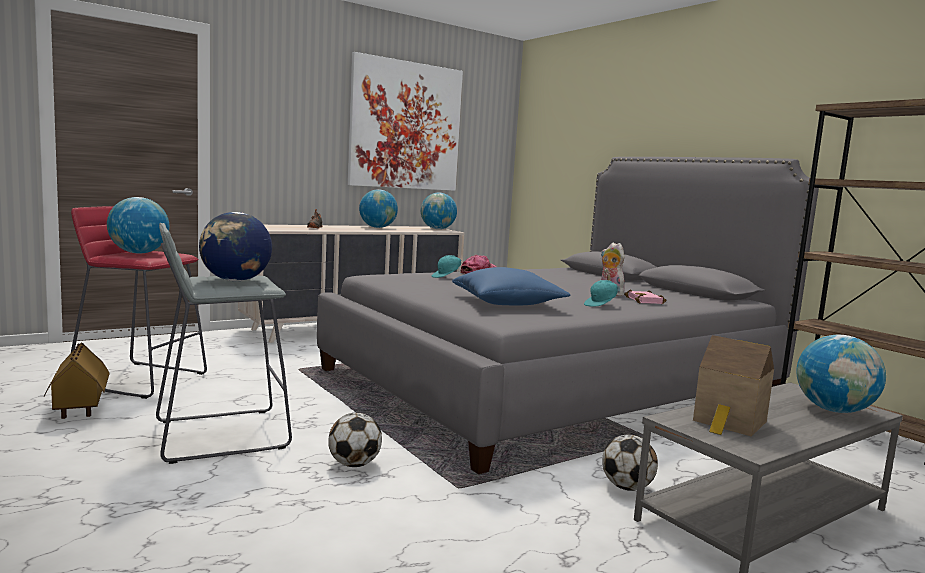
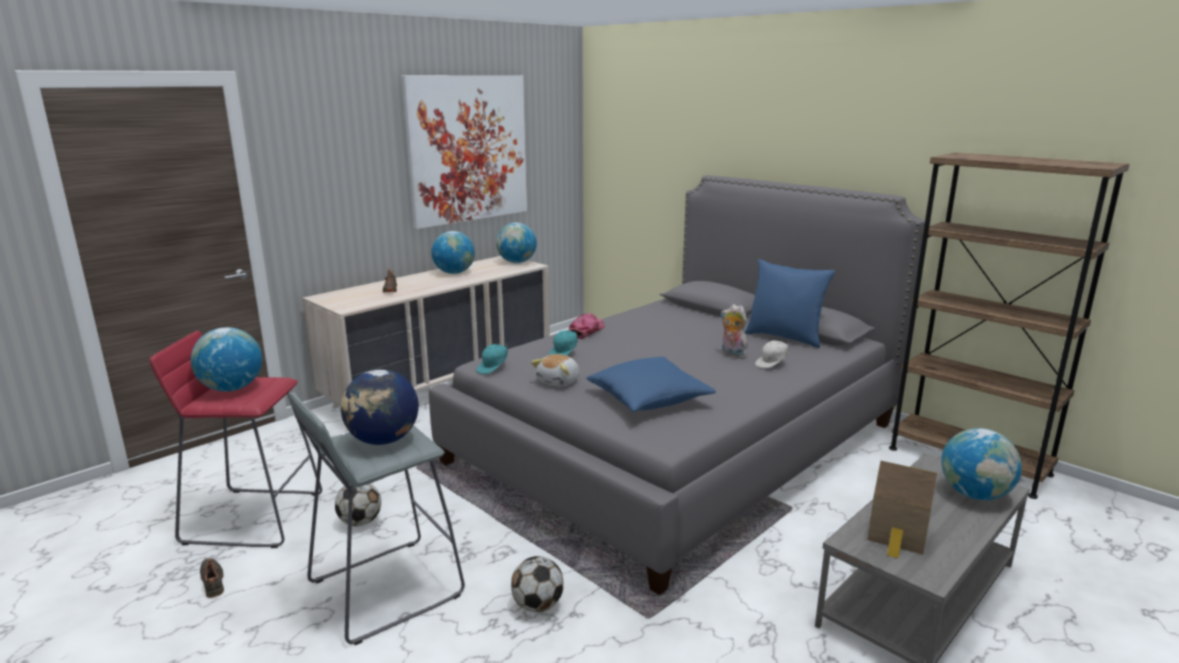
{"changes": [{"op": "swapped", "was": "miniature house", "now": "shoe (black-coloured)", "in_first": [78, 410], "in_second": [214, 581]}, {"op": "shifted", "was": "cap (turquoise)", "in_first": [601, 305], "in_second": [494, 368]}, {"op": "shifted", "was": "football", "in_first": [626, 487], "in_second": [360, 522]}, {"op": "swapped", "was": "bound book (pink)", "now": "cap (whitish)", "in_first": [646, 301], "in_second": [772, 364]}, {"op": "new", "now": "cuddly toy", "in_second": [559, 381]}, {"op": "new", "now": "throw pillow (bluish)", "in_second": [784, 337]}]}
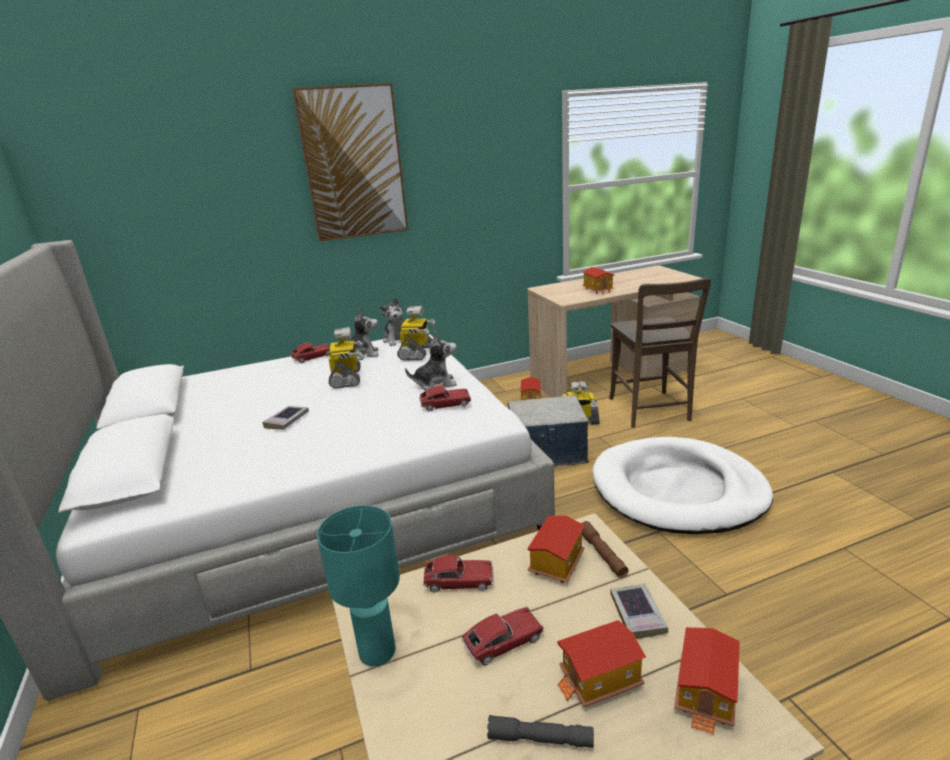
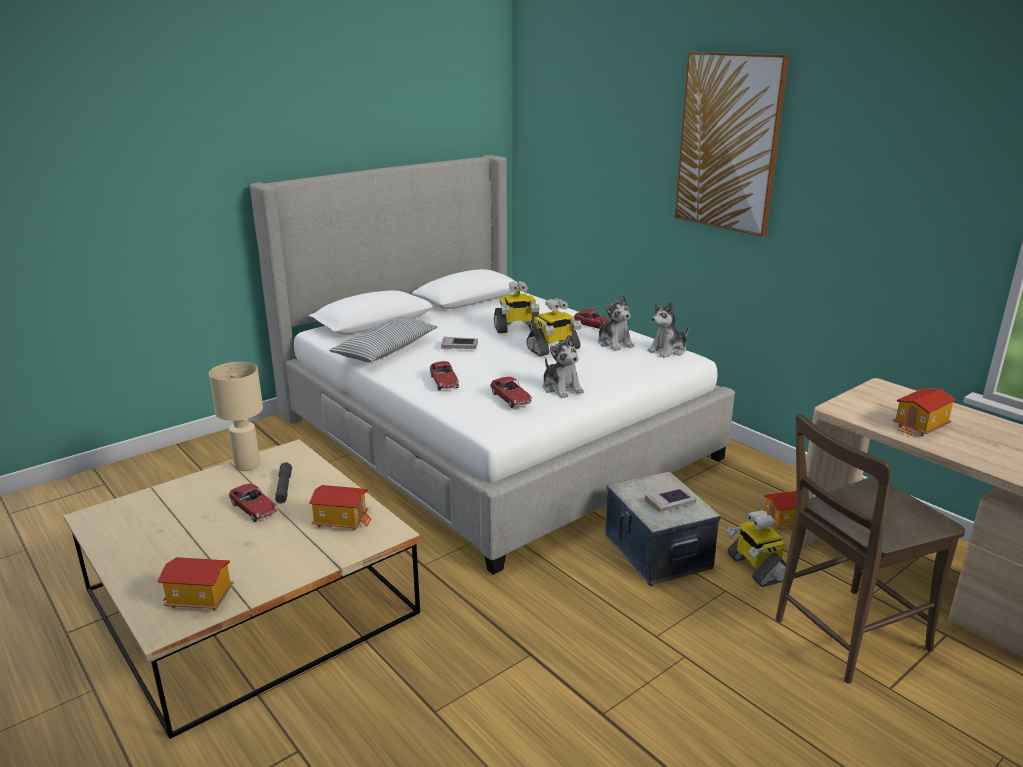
{"changes": [{"op": "repainted", "was": "lamp for a table (turquoise)", "now": "lamp for a table (sand-coloured)", "in_first": [376, 651], "in_second": [248, 465]}, {"op": "shifted", "was": "model robot", "in_first": [417, 352], "in_second": [517, 329]}, {"op": "shifted", "was": "model car", "in_first": [459, 581], "in_second": [444, 382]}, {"op": "shifted", "was": "torch (gray)", "in_first": [540, 739], "in_second": [284, 488]}, {"op": "gone", "was": "miniature house", "in_first": [600, 681]}, {"op": "gone", "was": "torch (brownish)", "in_first": [602, 554]}, {"op": "gone", "was": "pet bed (whitish)", "in_first": [678, 490]}, {"op": "shifted", "was": "bound book", "in_first": [637, 614], "in_second": [670, 503]}, {"op": "new", "now": "throw pillow", "in_second": [386, 350]}]}
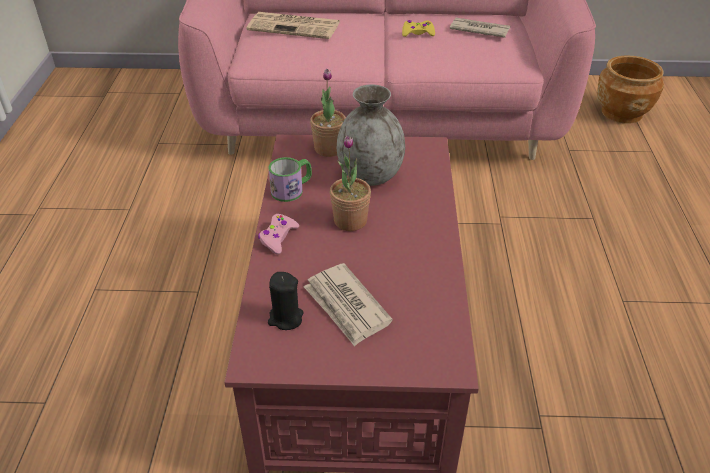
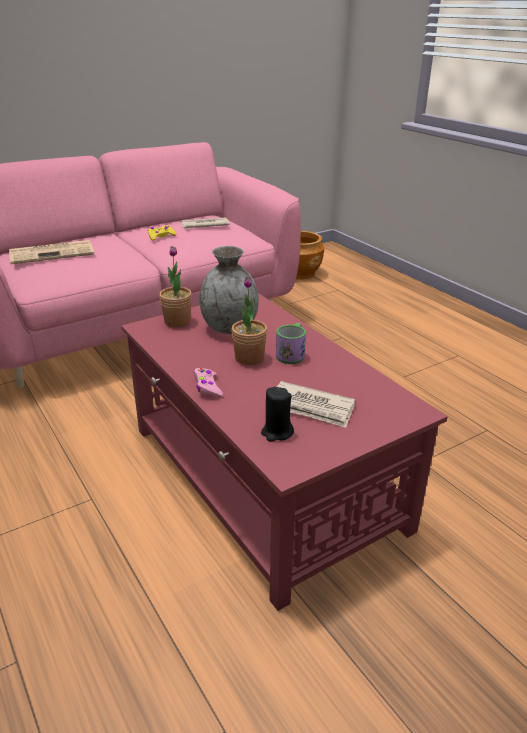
{"changes": [{"op": "shifted", "was": "coffee mug", "in_first": [292, 189], "in_second": [292, 353]}]}
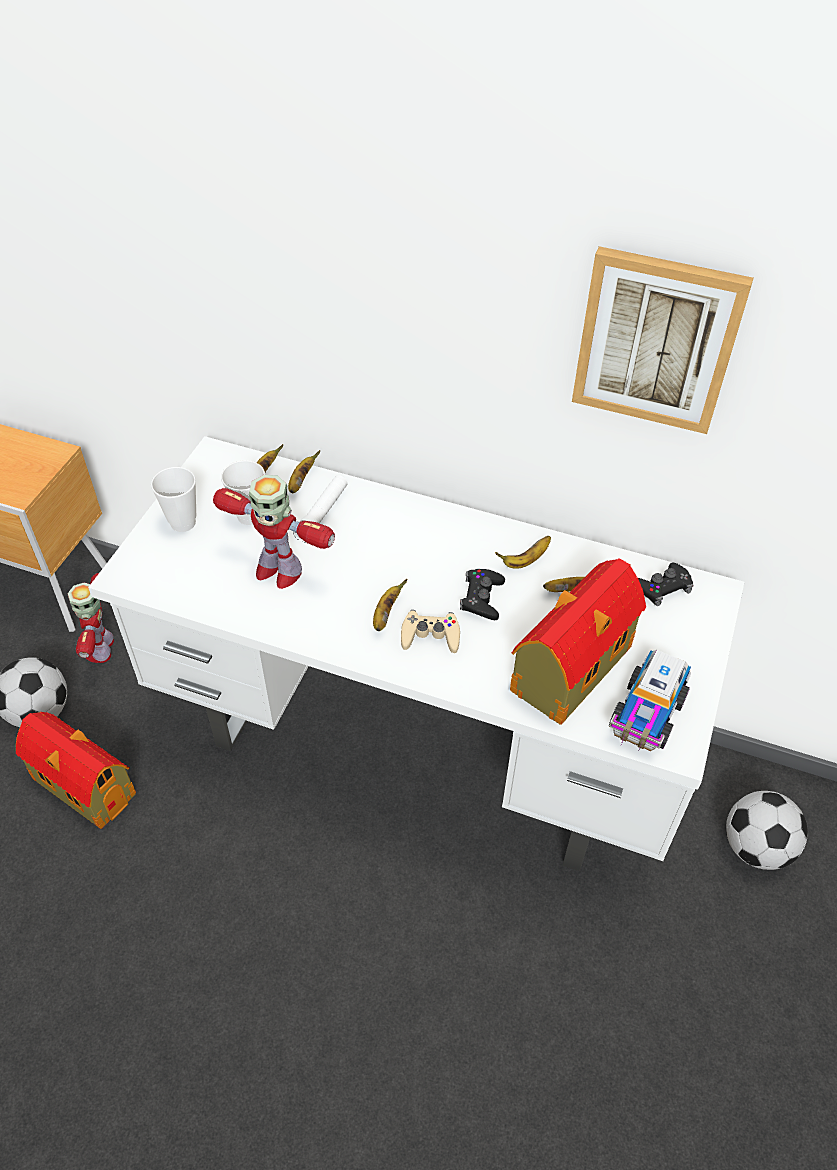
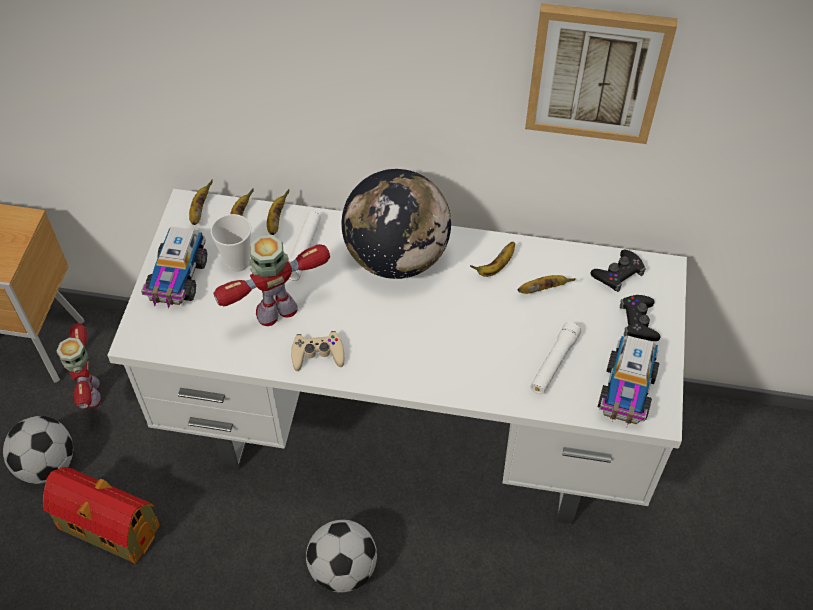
{"changes": [{"op": "swapped", "was": "small cup", "now": "toy truck", "in_first": [183, 523], "in_second": [177, 279]}, {"op": "rotated", "was": "model robot", "in_first": [278, 570], "in_second": [277, 311], "clockwise": 135}, {"op": "shifted", "was": "banana", "in_first": [385, 614], "in_second": [199, 211]}, {"op": "shifted", "was": "game controller (sand-coloured)", "in_first": [430, 636], "in_second": [318, 354]}, {"op": "shifted", "was": "game controller (black-coloured)", "in_first": [482, 598], "in_second": [638, 321]}, {"op": "swapped", "was": "miniature house", "now": "torch (whitish)", "in_first": [569, 671], "in_second": [554, 363]}, {"op": "shifted", "was": "football", "in_first": [755, 847], "in_second": [342, 570]}, {"op": "new", "now": "desk globe", "in_second": [397, 257]}]}
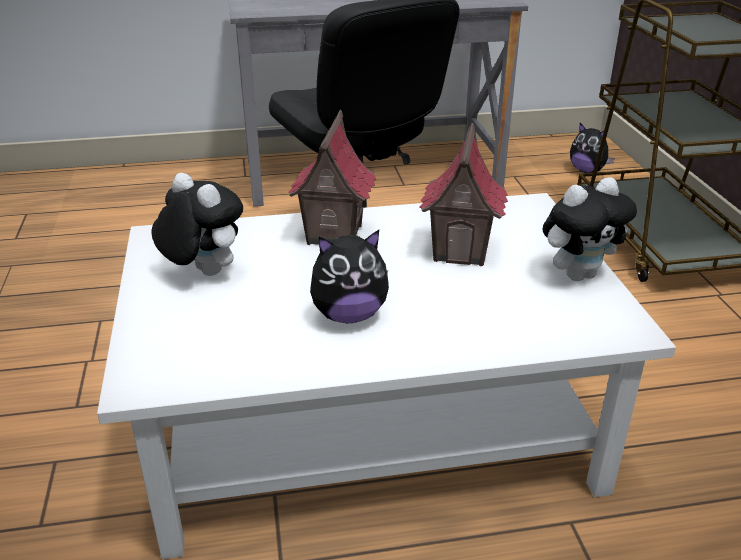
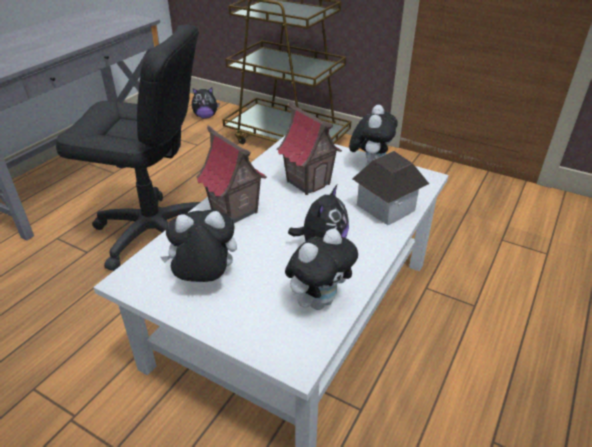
{"changes": [{"op": "new", "now": "cuddly toy", "in_second": [319, 300]}, {"op": "new", "now": "miniature house", "in_second": [386, 207]}]}
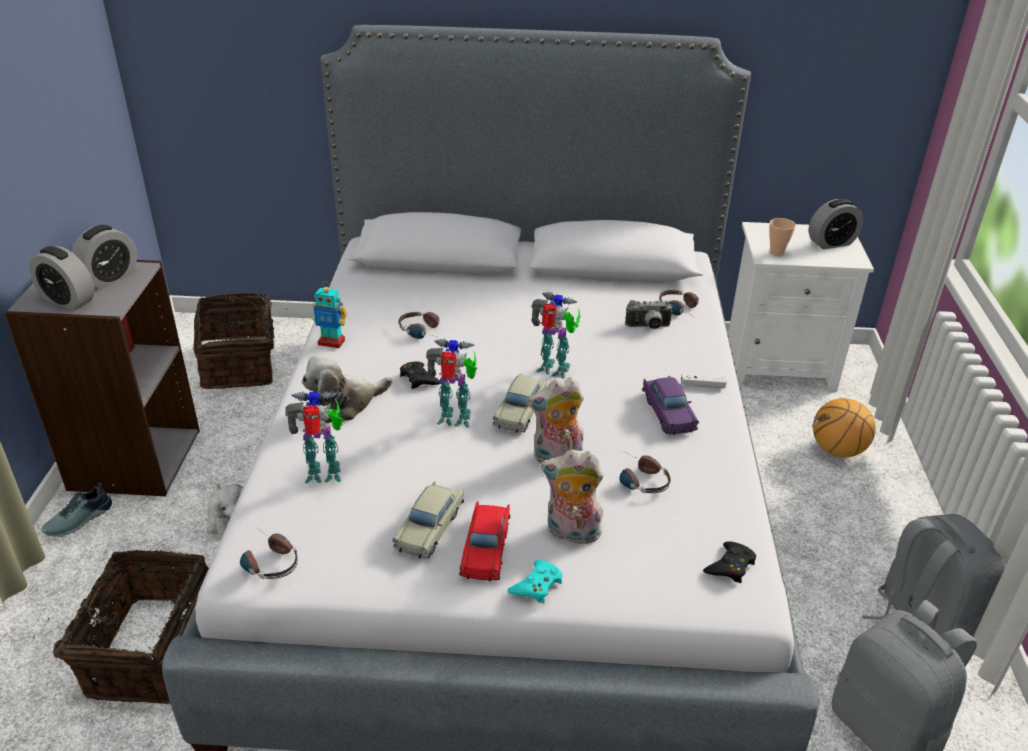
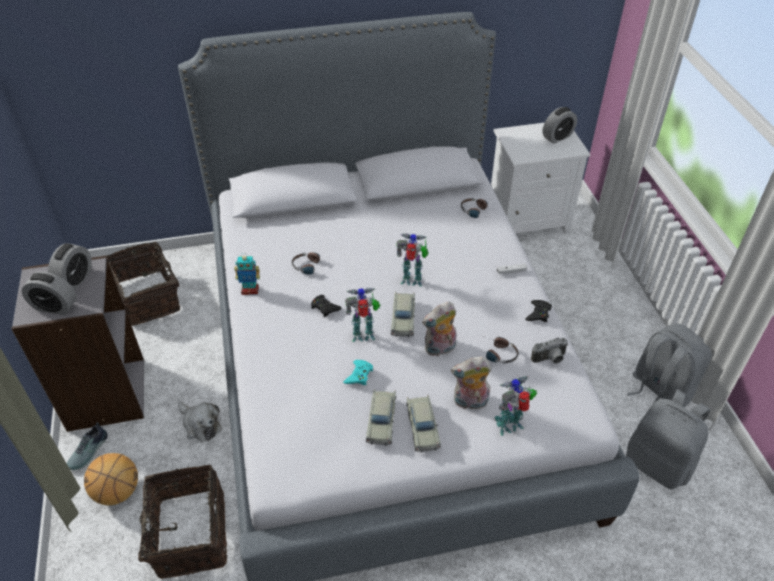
{"changes": [{"op": "gone", "was": "headphones", "in_first": [267, 561]}, {"op": "shifted", "was": "model robot", "in_first": [325, 475], "in_second": [510, 426]}, {"op": "gone", "was": "cuddly toy", "in_first": [344, 404]}, {"op": "repainted", "was": "model car (red-coloured)", "now": "model car (sand-coloured)", "in_first": [486, 549], "in_second": [422, 427]}, {"op": "shifted", "was": "game controller (turquoise)", "in_first": [537, 585], "in_second": [359, 375]}, {"op": "shifted", "was": "still camera", "in_first": [648, 327], "in_second": [550, 359]}, {"op": "gone", "was": "model car (purple)", "in_first": [668, 412]}, {"op": "shifted", "was": "game controller (black-coloured)", "in_first": [730, 566], "in_second": [538, 313]}, {"op": "gone", "was": "small cup", "in_first": [776, 252]}, {"op": "shifted", "was": "basketball", "in_first": [837, 450], "in_second": [117, 492]}]}
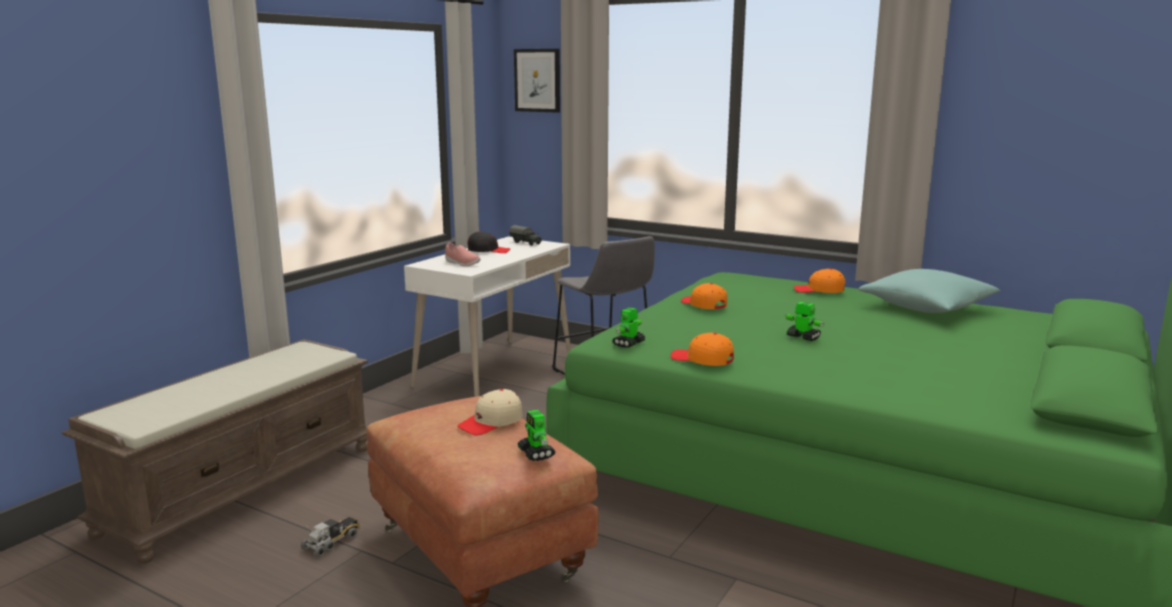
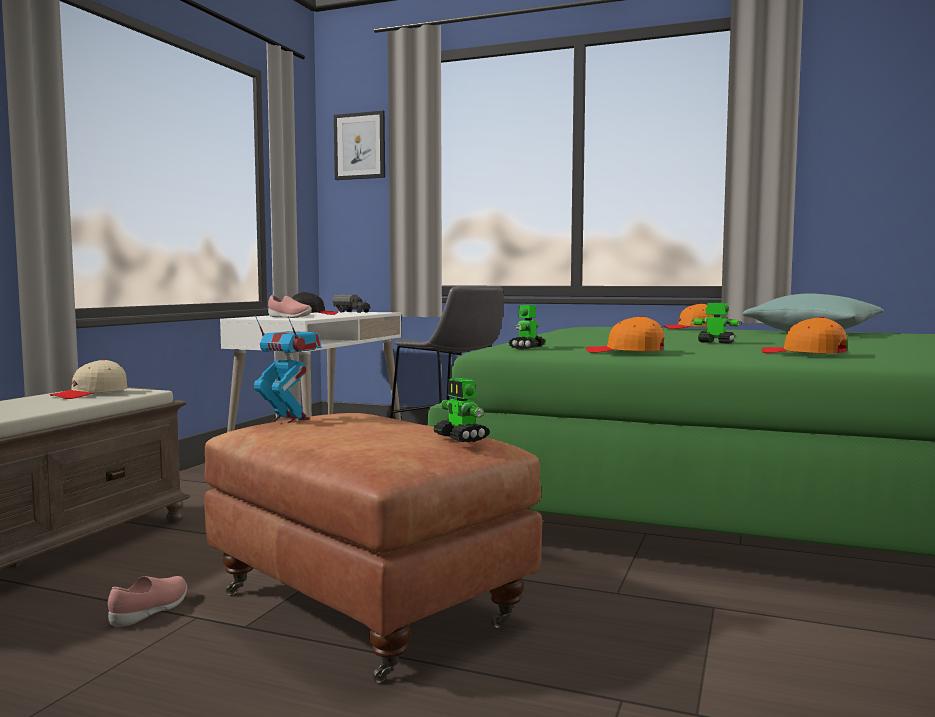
{"changes": [{"op": "swapped", "was": "toy truck", "now": "shoe (pink)", "in_first": [332, 542], "in_second": [151, 611]}, {"op": "shifted", "was": "cap (sand-coloured)", "in_first": [491, 422], "in_second": [90, 394]}, {"op": "shifted", "was": "cap (orangey)", "in_first": [703, 305], "in_second": [803, 354]}, {"op": "new", "now": "model robot", "in_second": [289, 419]}]}
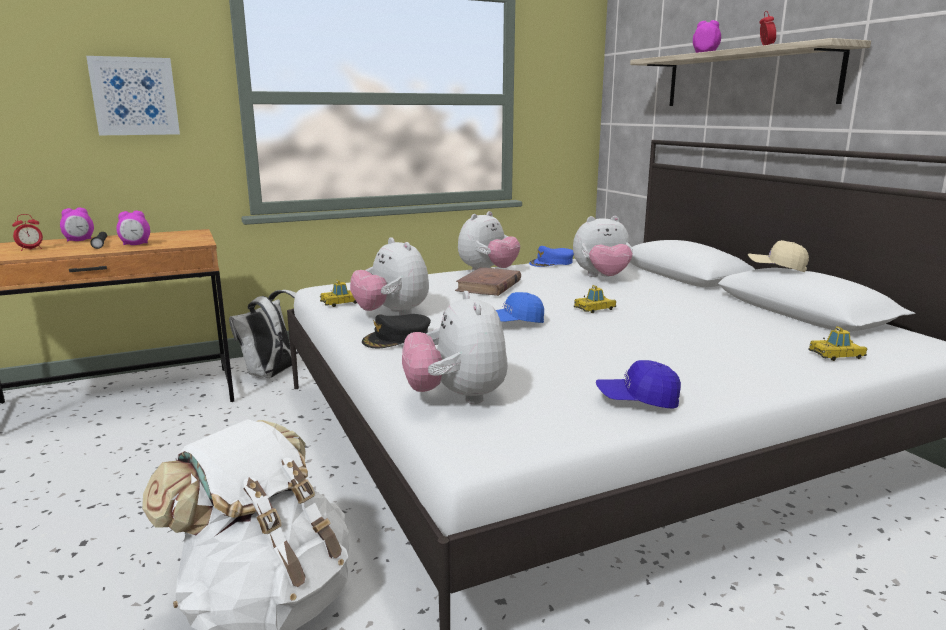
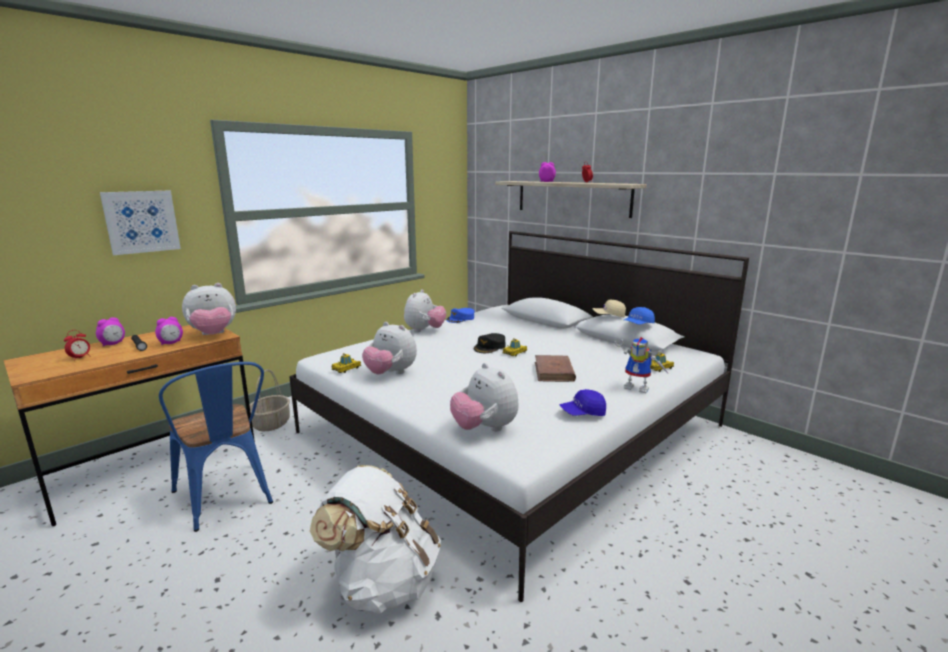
{"changes": [{"op": "swapped", "was": "rucksack (whitish)", "now": "basket", "in_first": [273, 374], "in_second": [271, 424]}, {"op": "shifted", "was": "cap (black-coloured)", "in_first": [397, 338], "in_second": [490, 347]}, {"op": "shifted", "was": "bound book (brownish)", "in_first": [489, 286], "in_second": [554, 371]}, {"op": "shifted", "was": "cap (bluish)", "in_first": [515, 322], "in_second": [638, 324]}, {"op": "shifted", "was": "cuddly toy", "in_first": [602, 277], "in_second": [213, 335]}, {"op": "new", "now": "upright chair (bluish)", "in_second": [227, 500]}, {"op": "new", "now": "model robot", "in_second": [639, 388]}]}
